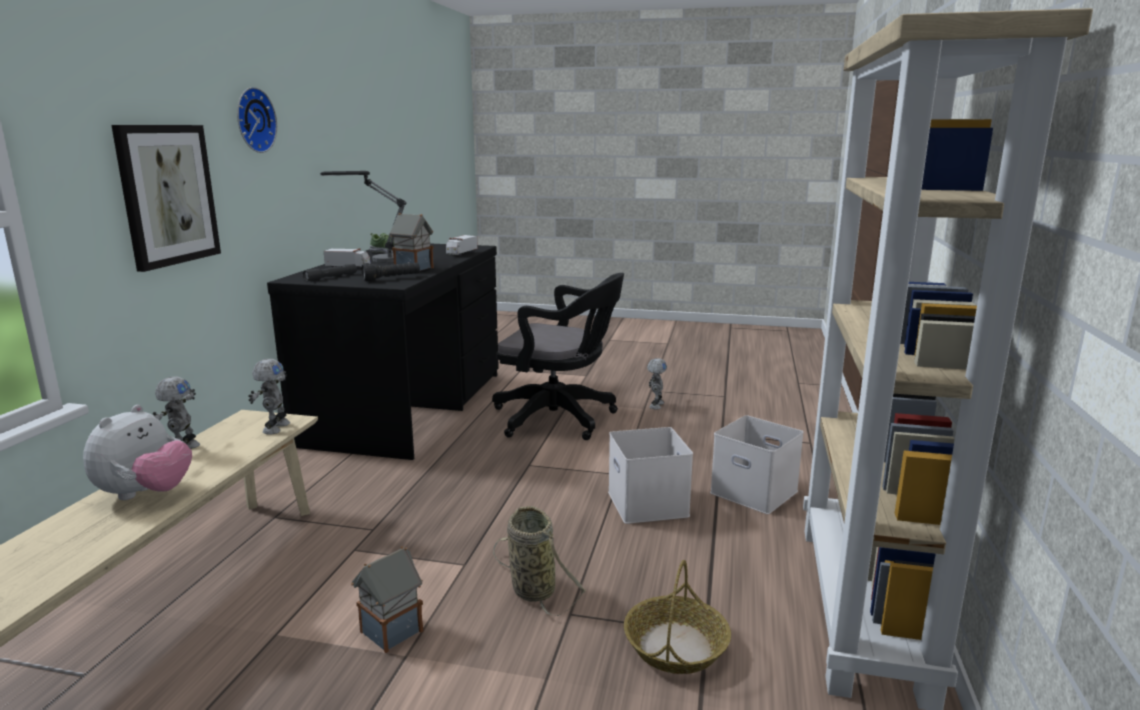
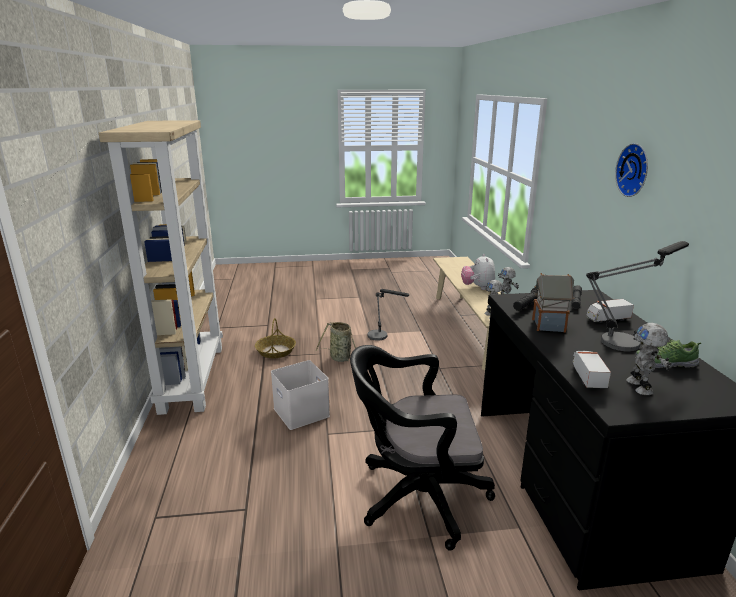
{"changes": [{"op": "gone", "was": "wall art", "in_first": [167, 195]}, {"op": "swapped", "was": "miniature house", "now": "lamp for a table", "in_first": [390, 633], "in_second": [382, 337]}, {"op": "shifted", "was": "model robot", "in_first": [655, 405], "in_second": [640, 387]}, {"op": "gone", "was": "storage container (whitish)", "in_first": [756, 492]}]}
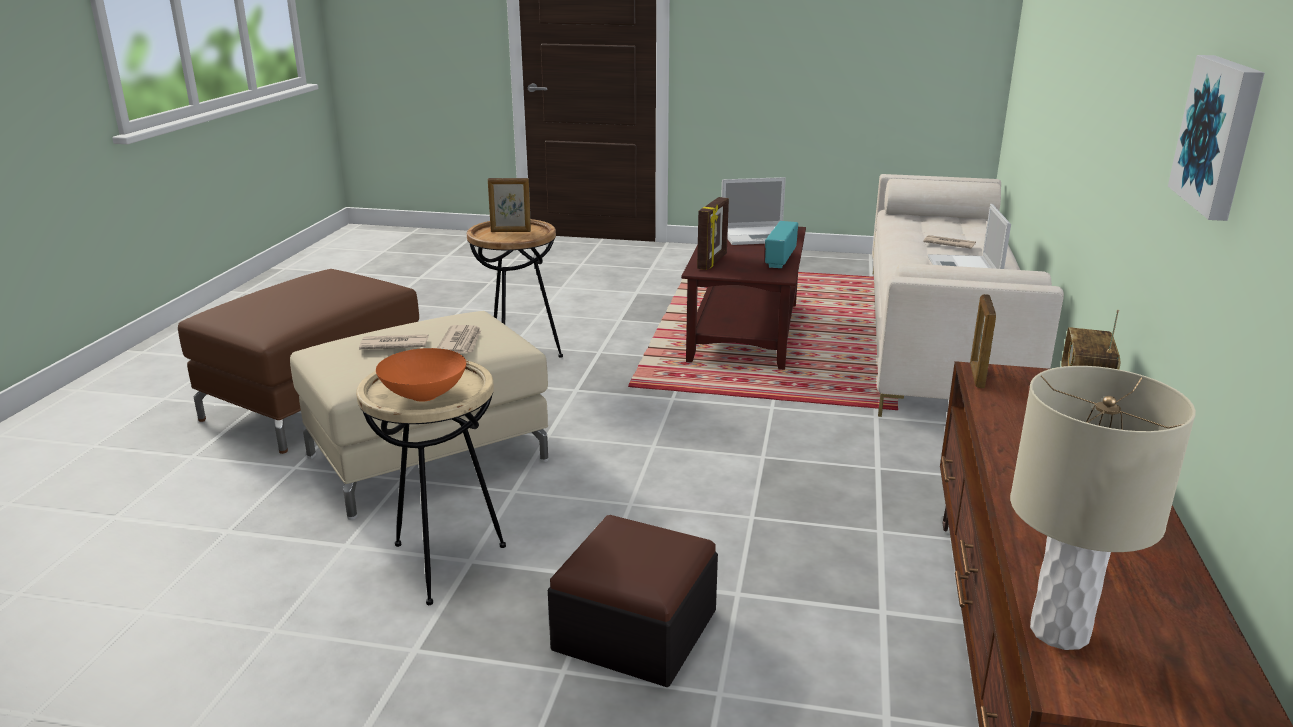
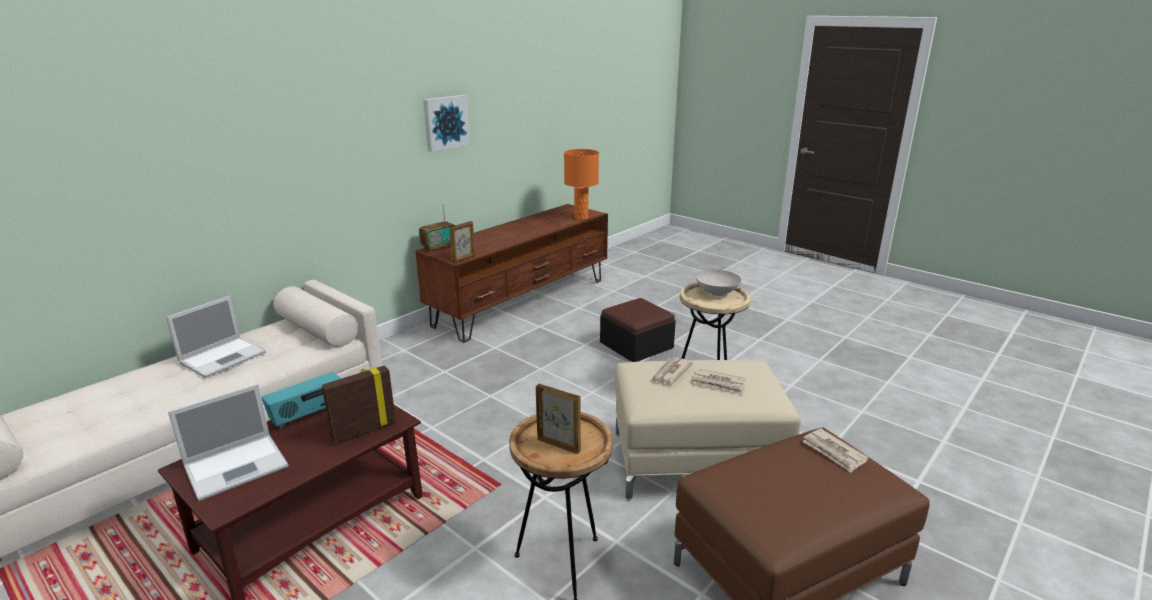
{"changes": [{"op": "repainted", "was": "bowl (orangey)", "now": "bowl (whitish)", "in_first": [423, 396], "in_second": [717, 293]}, {"op": "rotated", "was": "notebook computer", "in_first": [759, 236], "in_second": [238, 465], "clockwise": 120}, {"op": "shifted", "was": "daily paper", "in_first": [948, 244], "in_second": [834, 452]}, {"op": "repainted", "was": "lamp for a table (sand-coloured)", "now": "lamp for a table (orangey)", "in_first": [1060, 632], "in_second": [581, 217]}]}
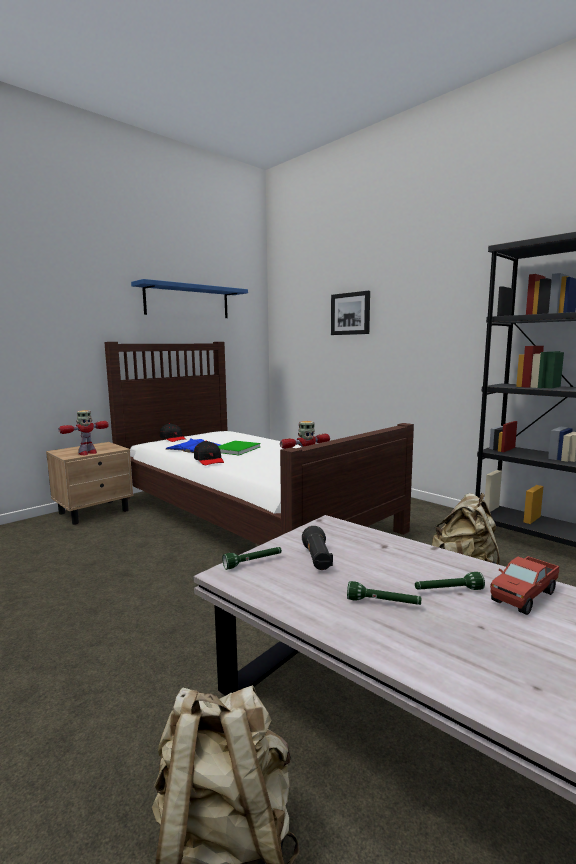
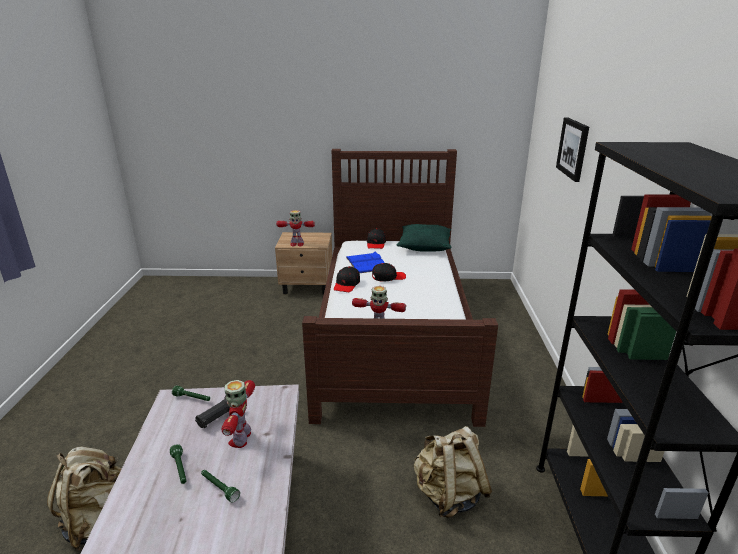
{"changes": [{"op": "gone", "was": "shelf (bluish)", "in_first": [187, 301]}, {"op": "swapped", "was": "bound book (greenish)", "now": "cap (black-coloured)", "in_first": [234, 449], "in_second": [388, 277]}, {"op": "gone", "was": "toy truck", "in_first": [524, 596]}, {"op": "new", "now": "model robot", "in_second": [241, 438]}, {"op": "new", "now": "throw pillow (greenish)", "in_second": [424, 246]}]}
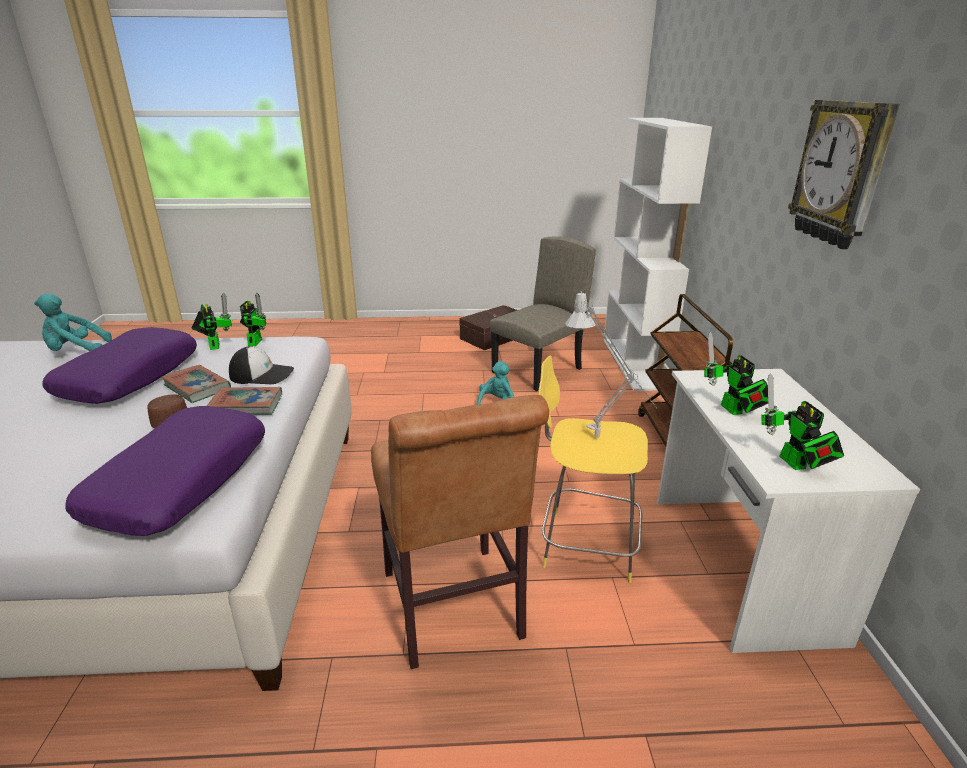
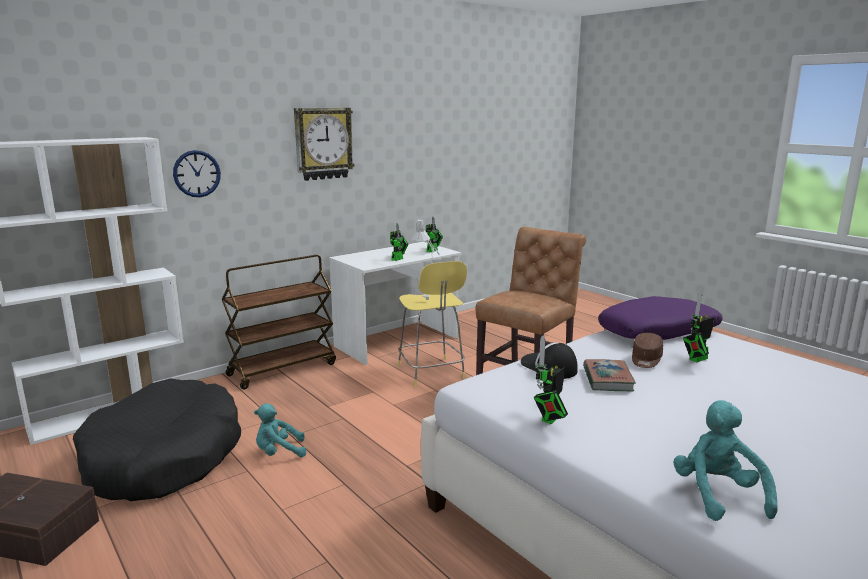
{"changes": [{"op": "rotated", "was": "cuddly toy (turquoise)", "in_first": [76, 351], "in_second": [717, 494], "clockwise": -135}, {"op": "gone", "was": "throw pillow (purple)", "in_first": [129, 377]}, {"op": "gone", "was": "bound book", "in_first": [246, 405]}, {"op": "shifted", "was": "model robot", "in_first": [256, 341], "in_second": [696, 359]}, {"op": "swapped", "was": "upright chair (sand-coloured)", "now": "pet bed (black-coloured)", "in_first": [538, 371], "in_second": [163, 458]}, {"op": "new", "now": "hanging clock", "in_second": [197, 173]}]}
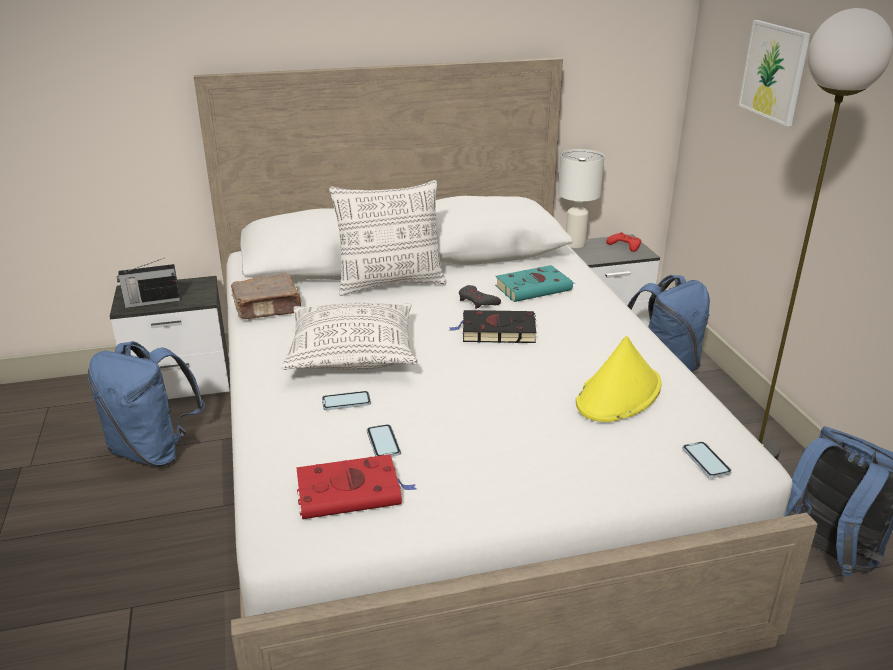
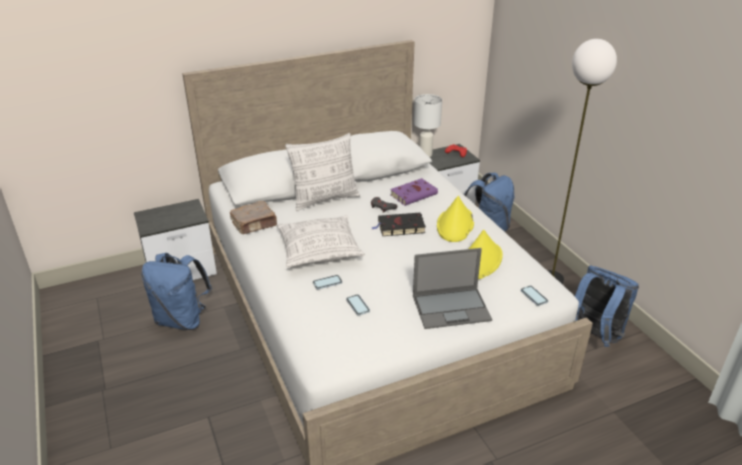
{"changes": [{"op": "gone", "was": "radio set", "in_first": [151, 302]}, {"op": "gone", "was": "bound book (red-coloured)", "in_first": [352, 492]}, {"op": "repainted", "was": "bound book (turquoise)", "now": "bound book (purple)", "in_first": [535, 288], "in_second": [414, 194]}, {"op": "gone", "was": "wall art", "in_first": [774, 72]}, {"op": "new", "now": "notebook computer", "in_second": [452, 308]}, {"op": "new", "now": "hat (yellow-coloured)", "in_second": [455, 225]}]}
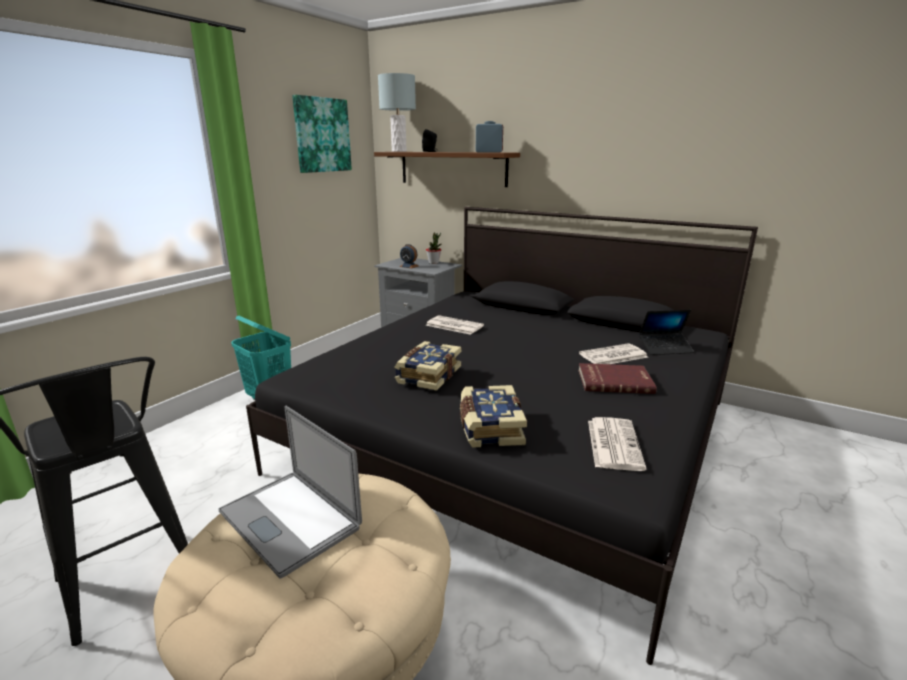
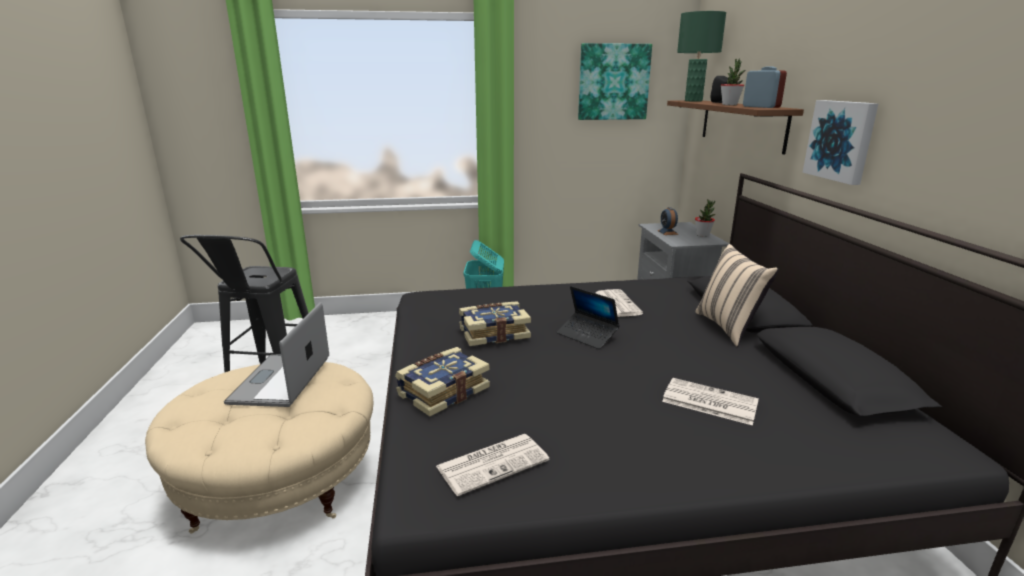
{"changes": [{"op": "repainted", "was": "lamp for a table (gray)", "now": "lamp for a table (greenish)", "in_first": [399, 151], "in_second": [693, 101]}, {"op": "gone", "was": "bound book (red-coloured)", "in_first": [614, 381]}, {"op": "shifted", "was": "notebook computer", "in_first": [665, 348], "in_second": [587, 335]}, {"op": "new", "now": "throw pillow (sand-coloured)", "in_second": [729, 327]}, {"op": "new", "now": "houseplant", "in_second": [729, 105]}, {"op": "new", "now": "wall art", "in_second": [841, 140]}]}
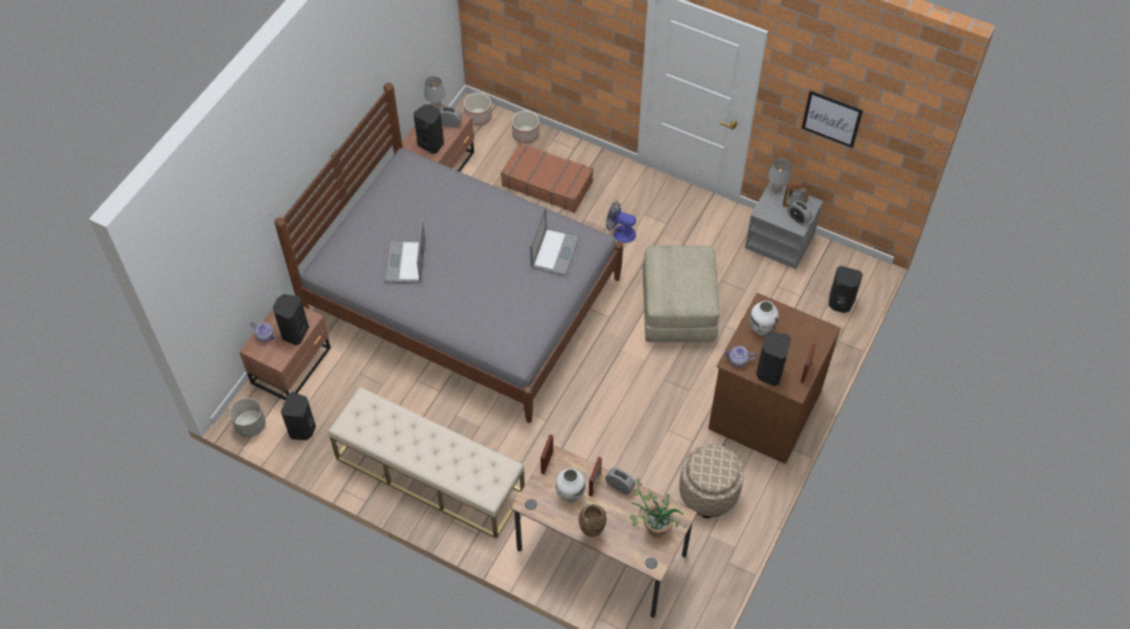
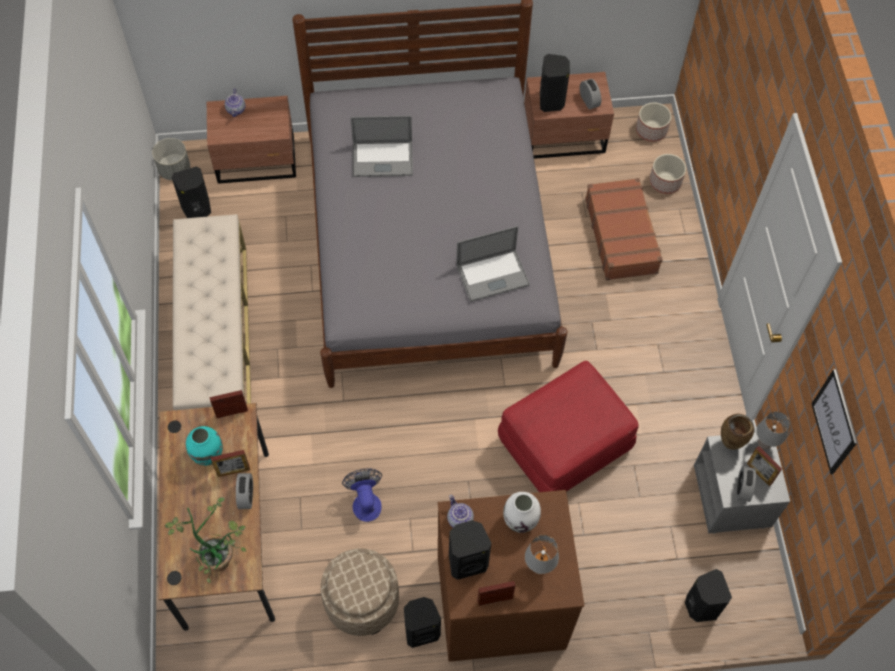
{"changes": [{"op": "shifted", "was": "audio speaker (black-coloured)", "in_first": [294, 333], "in_second": [421, 630]}, {"op": "rotated", "was": "notebook computer", "in_first": [405, 261], "in_second": [382, 159], "clockwise": -150}, {"op": "shifted", "was": "lamp for a table (gray)", "in_first": [436, 108], "in_second": [539, 567]}, {"op": "repainted", "was": "flower vase (whitish)", "now": "flower vase (turquoise)", "in_first": [570, 494], "in_second": [207, 455]}, {"op": "shifted", "was": "flower vase (brownish)", "in_first": [591, 531], "in_second": [730, 443]}, {"op": "shifted", "was": "fan", "in_first": [620, 233], "in_second": [365, 501]}, {"op": "repainted", "was": "footrest (sand-coloured)", "now": "footrest (red-coloured)", "in_first": [678, 309], "in_second": [564, 445]}]}
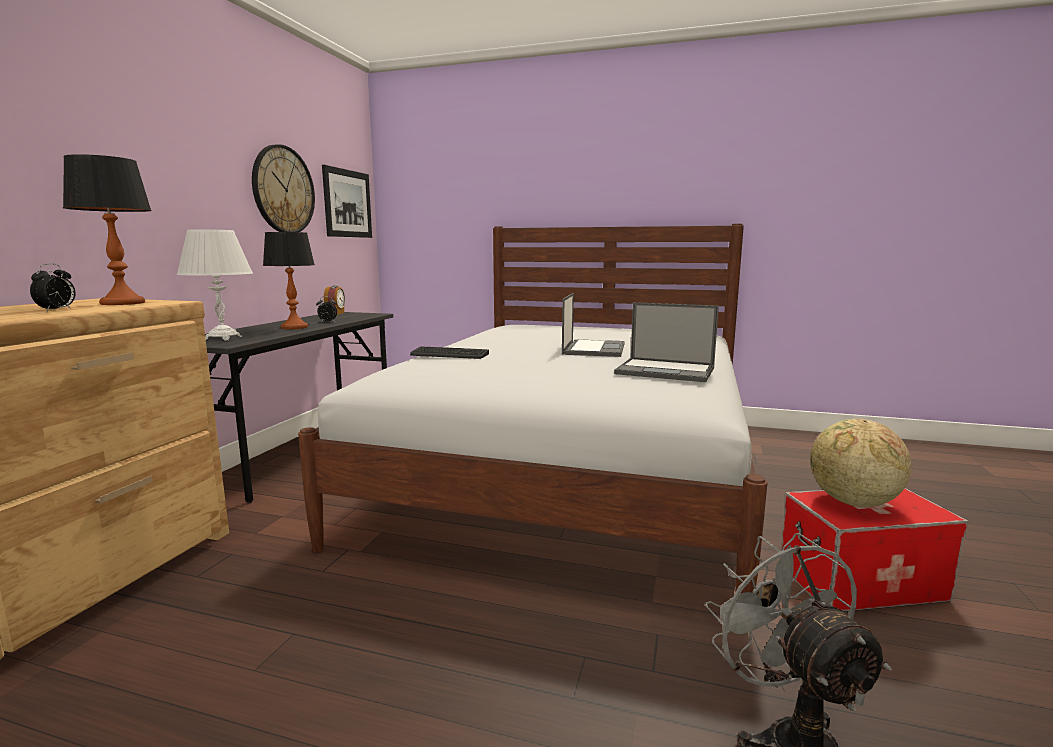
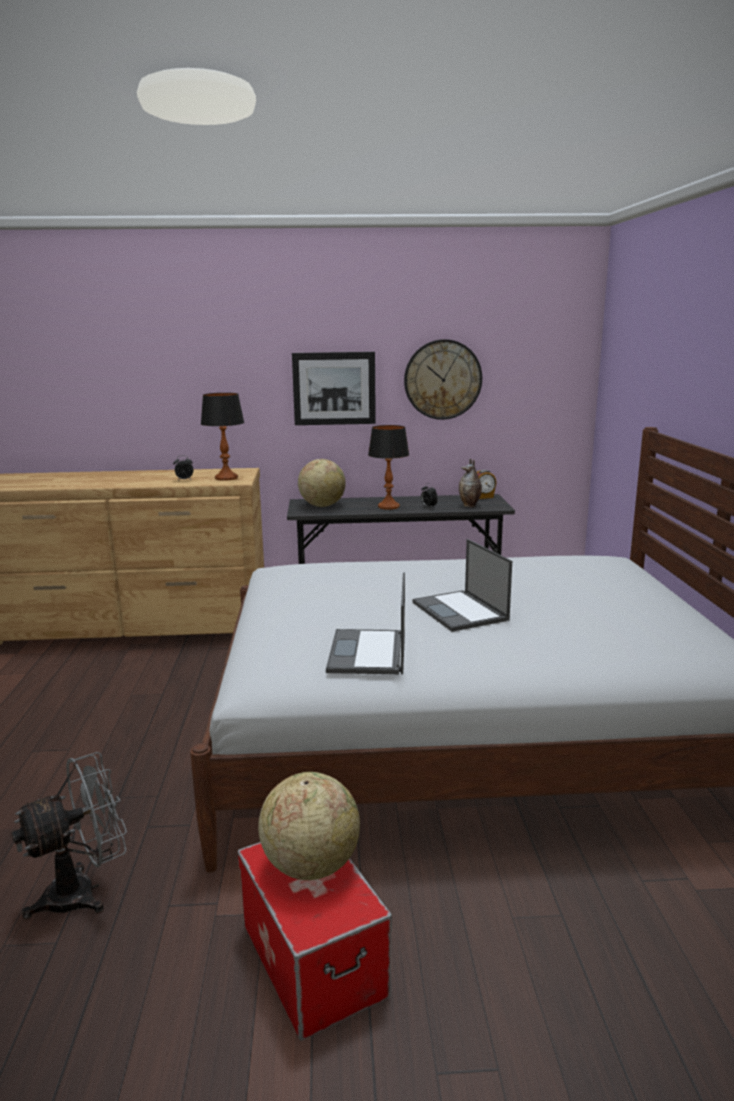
{"changes": [{"op": "swapped", "was": "lamp for a table (whitish)", "now": "desk globe", "in_first": [223, 338], "in_second": [322, 505]}, {"op": "shifted", "was": "wall art", "in_first": [347, 203], "in_second": [334, 388]}, {"op": "gone", "was": "computer keyboard", "in_first": [449, 354]}, {"op": "rotated", "was": "notebook computer", "in_first": [594, 349], "in_second": [460, 611], "clockwise": 75}, {"op": "new", "now": "flower vase", "in_second": [470, 505]}]}
